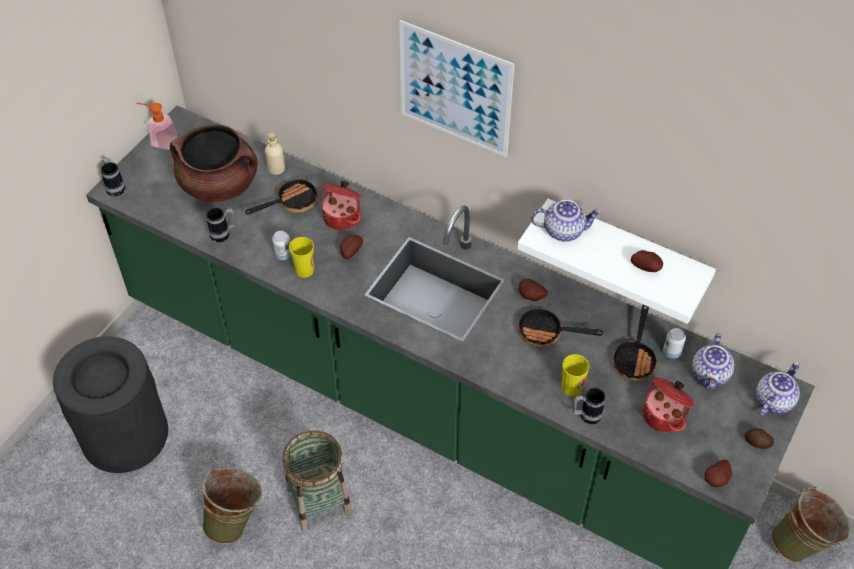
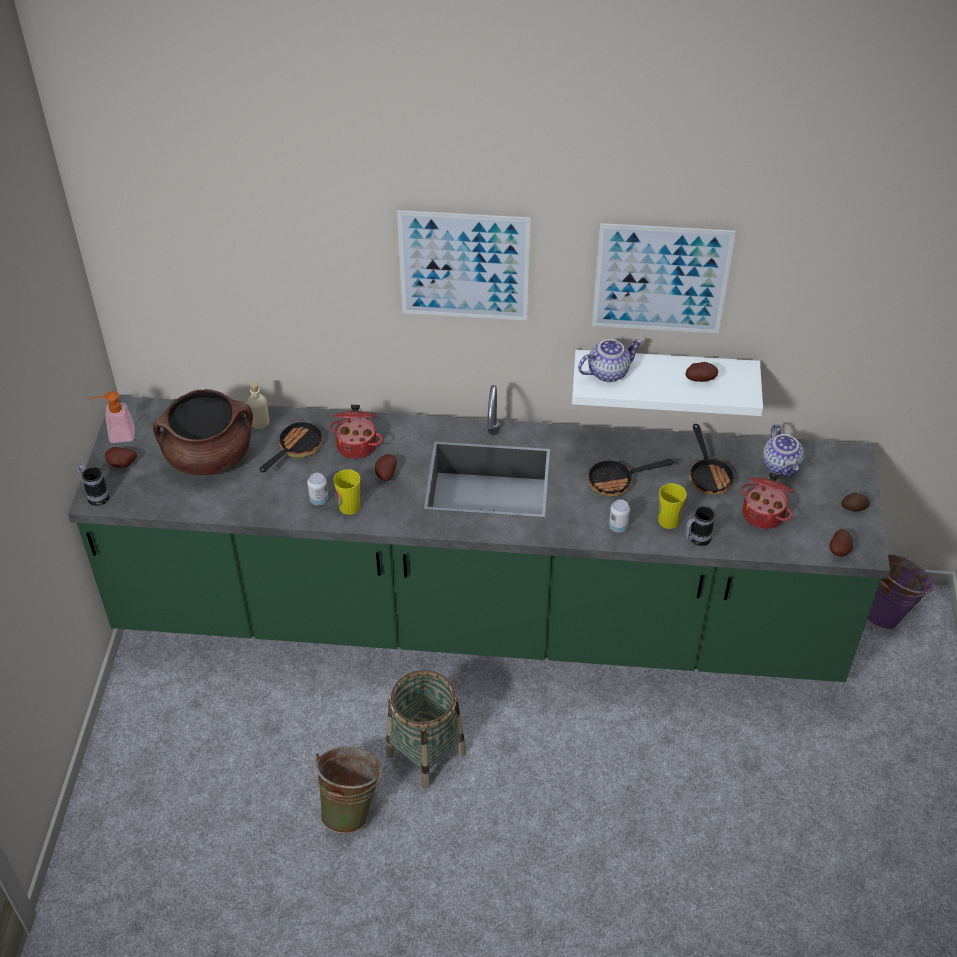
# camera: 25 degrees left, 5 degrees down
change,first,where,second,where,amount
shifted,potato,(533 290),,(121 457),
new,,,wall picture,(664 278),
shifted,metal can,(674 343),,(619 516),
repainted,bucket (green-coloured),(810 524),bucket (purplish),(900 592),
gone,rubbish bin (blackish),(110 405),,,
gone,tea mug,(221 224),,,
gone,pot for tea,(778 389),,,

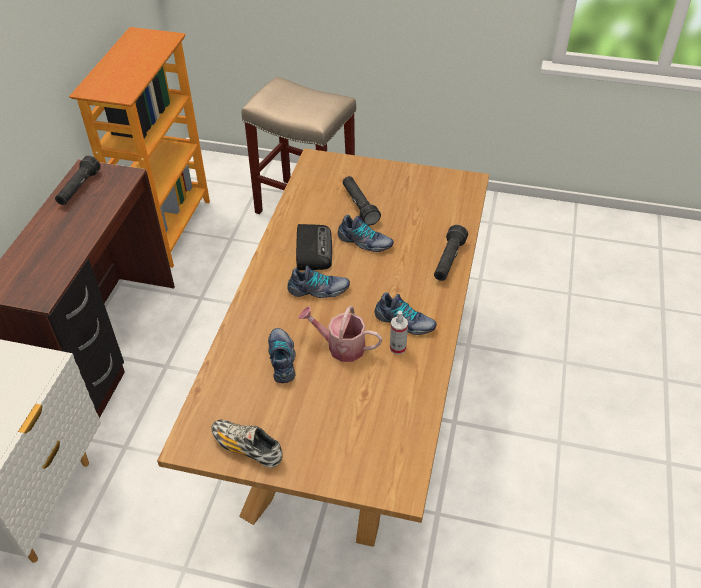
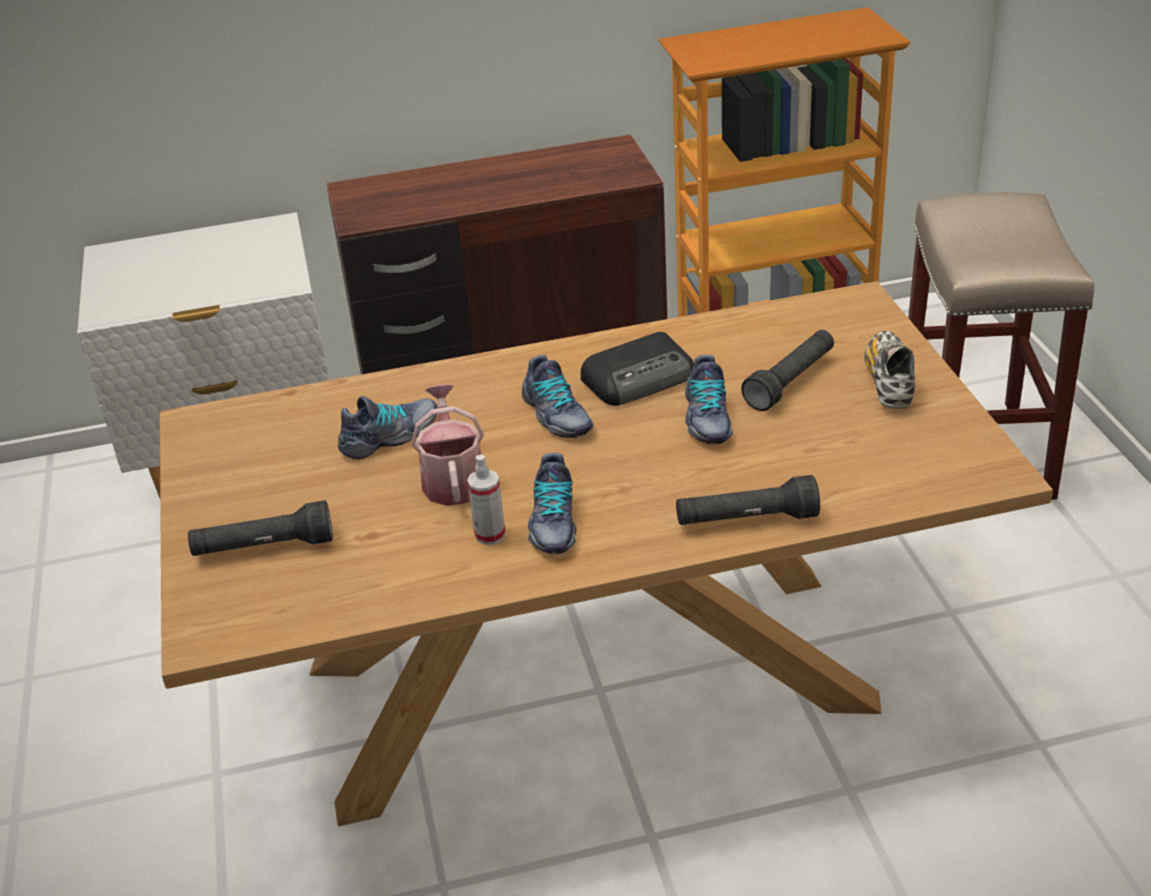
# camera: 65 degrees right, 10 degrees down
change,first,where,second,where,amount
shifted,flashlight (blackish),(78 180),,(260 528),
shifted,shoe,(247 444),,(890 370),

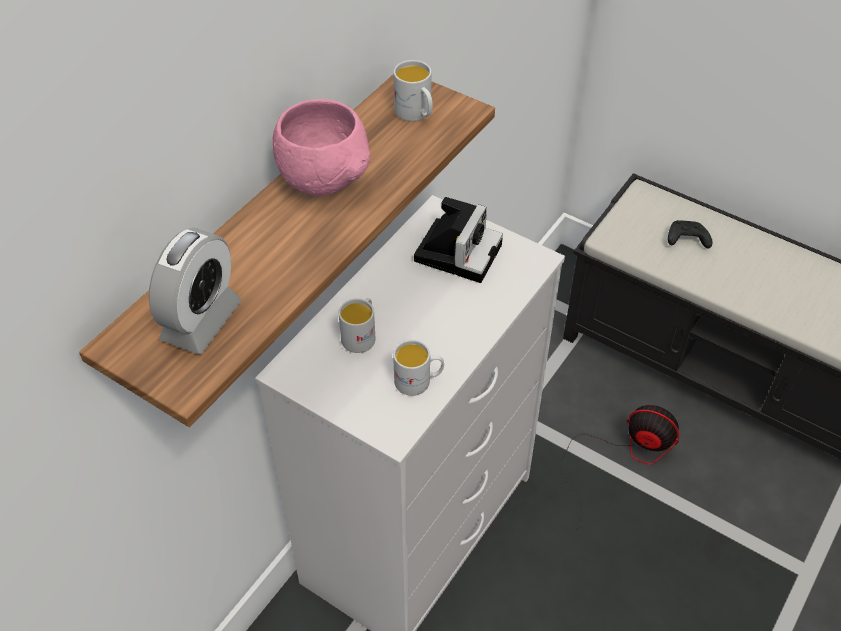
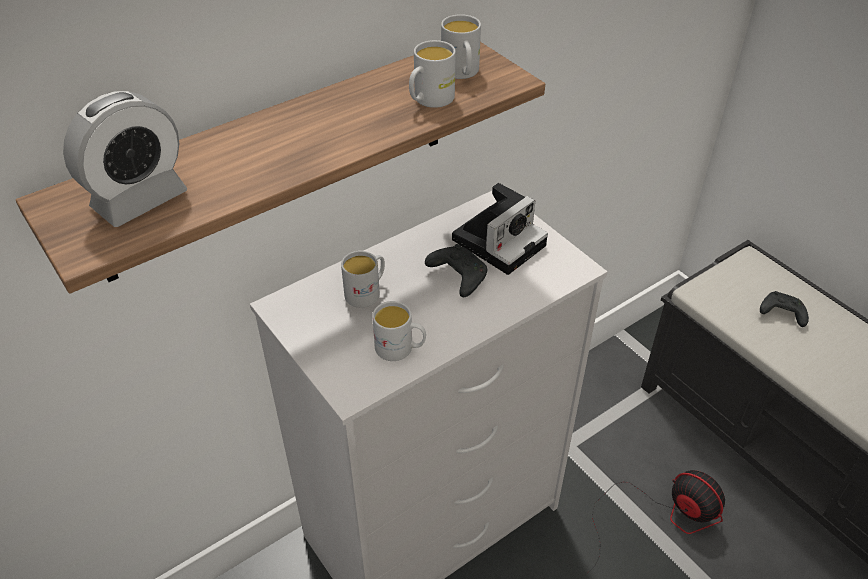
# camera: 20 degrees right, 5 degrees down
change,first,where,second,where,amount
new,,,tea mug (white),(432 74),
new,,,joypad (blackish),(456 270),
gone,deep dish (pink),(321 147),,,

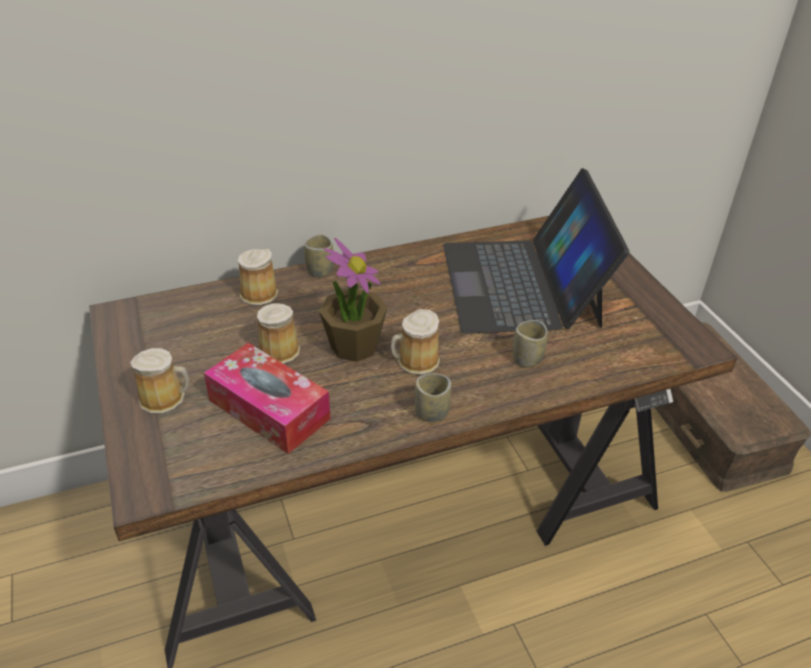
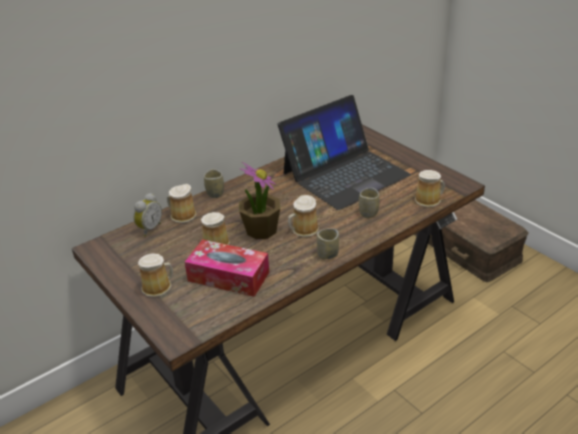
# camera: 15 degrees left, 5 degrees down
change,first,where,second,where,amount
new,,,alarm clock,(147 215),
rotated,laptop,(536 250),,(344 152),105 degrees counterclockwise
new,,,tea mug,(430 188),

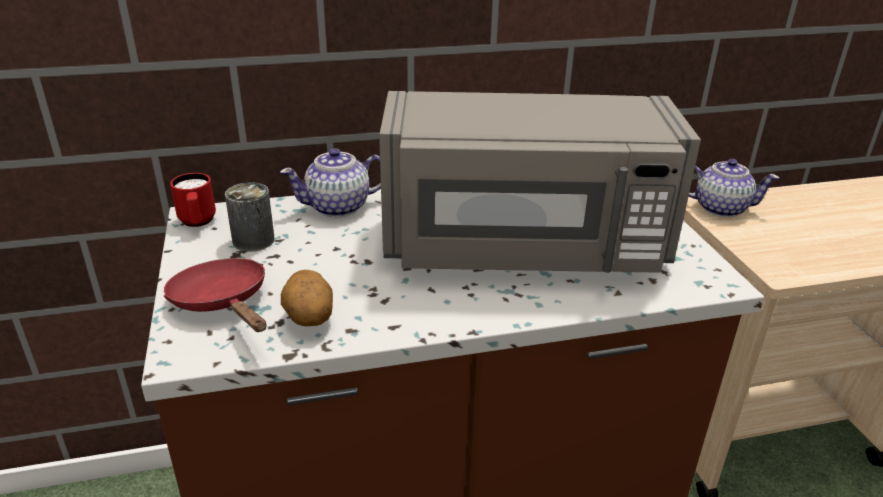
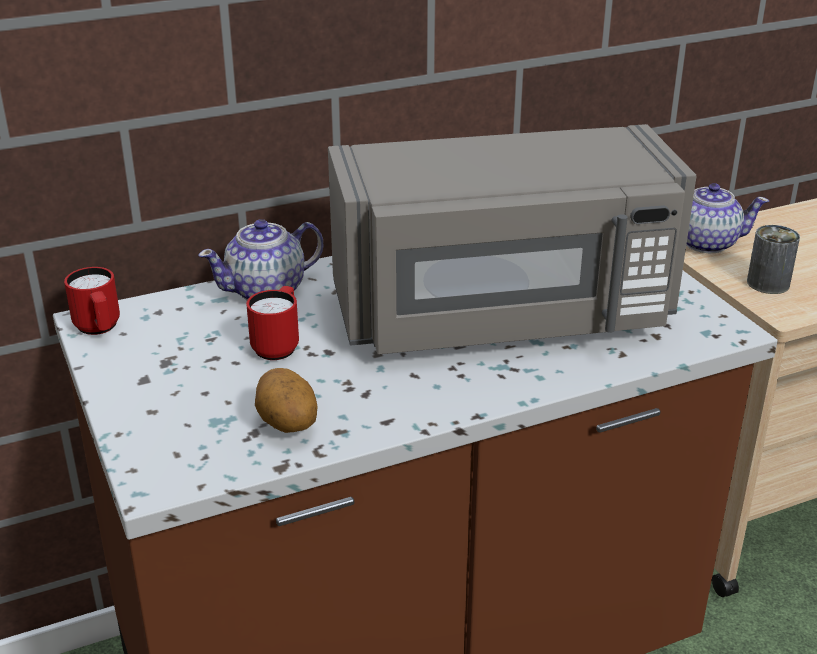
# camera: 10 degrees left, 0 degrees up
change,first,where,second,where,amount
new,,,tea mug (reddish),(272 323),
shifted,metal can,(250 217),,(773 259),
gone,frying pan (reddish),(215 295),,,

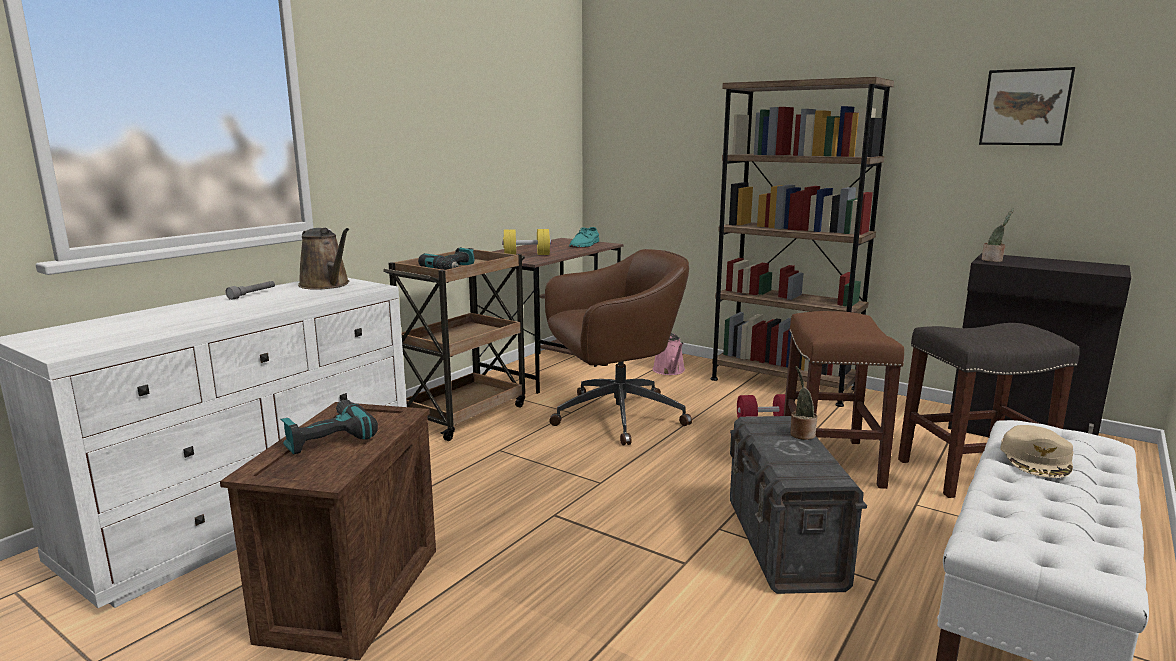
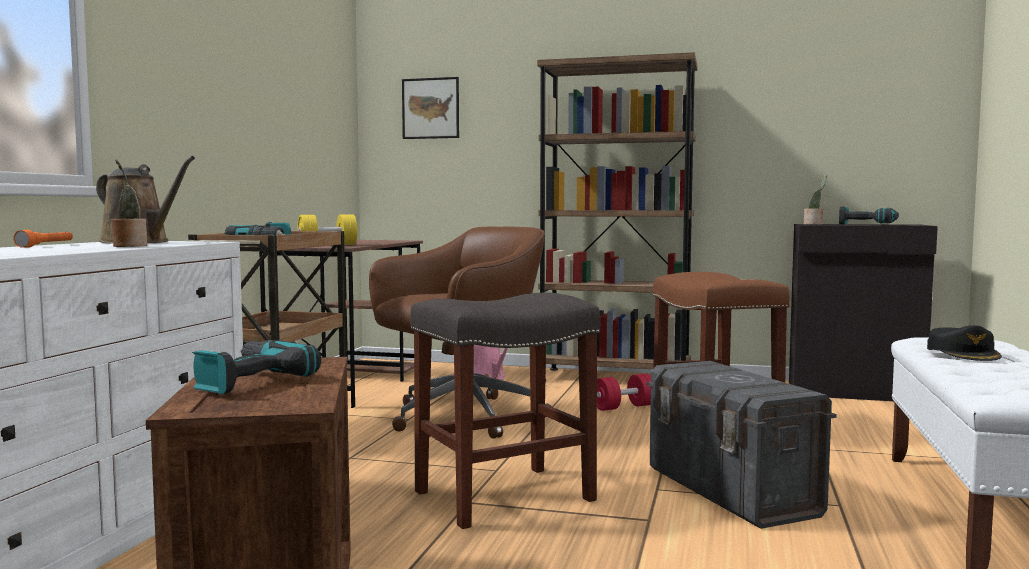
# camera: 20 degrees left, 10 degrees down
change,first,where,second,where,amount
repainted,flashlight (gray),(250 290),flashlight (orange-coloured),(43 239),
shifted,houseplant,(803 403),,(129 203),
shifted,wall picture,(1027 106),,(430 108),
shifted,stool seat (gray),(989 410),,(505 411),
new,,,electric drill,(869 215),
repainted,peaked cap (beige-coloured),(1036 451),peaked cap (blackish),(964 343),
gone,shoe (turquoise-coloured),(584 237),,,

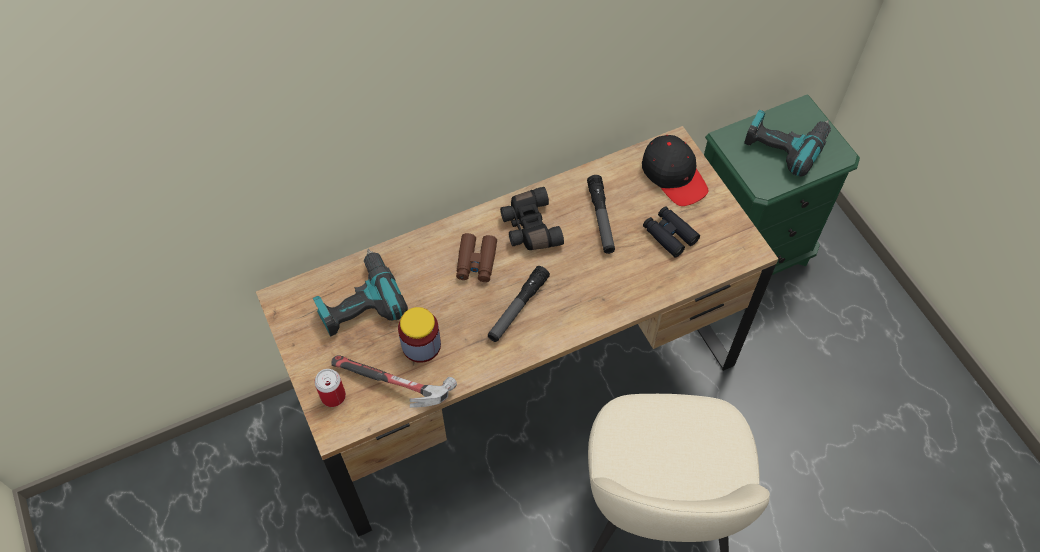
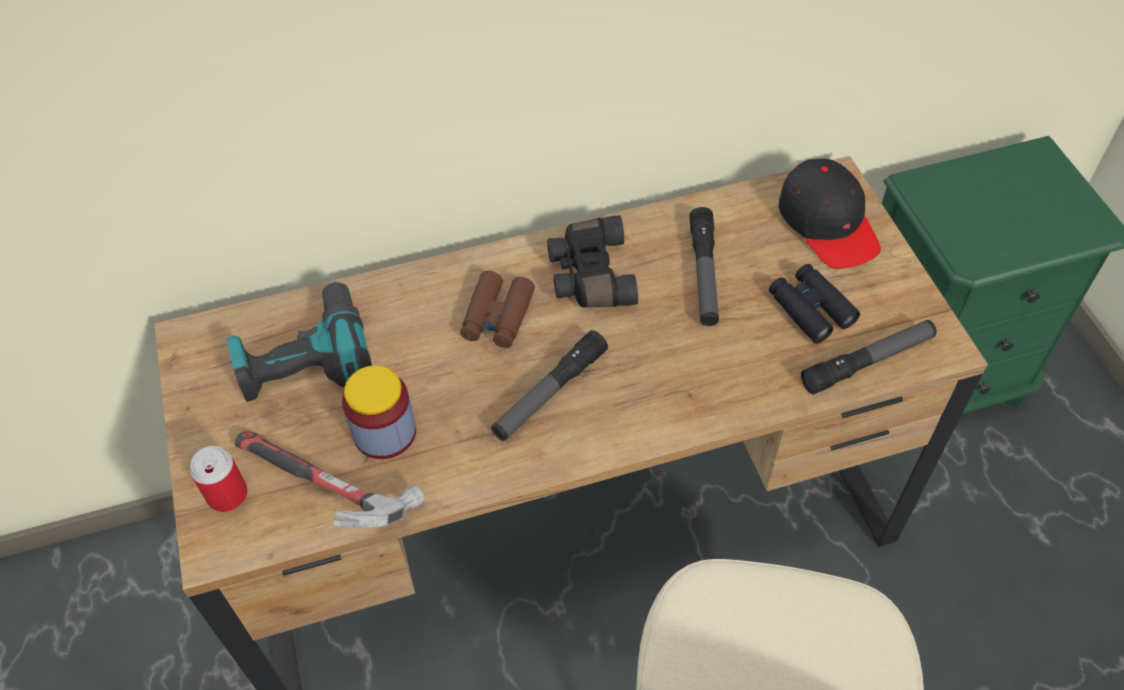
# camera: 10 degrees right, 5 degrees down
change,first,where,second,where,amount
new,,,flashlight,(869 357),
gone,electric drill,(787 143),,,

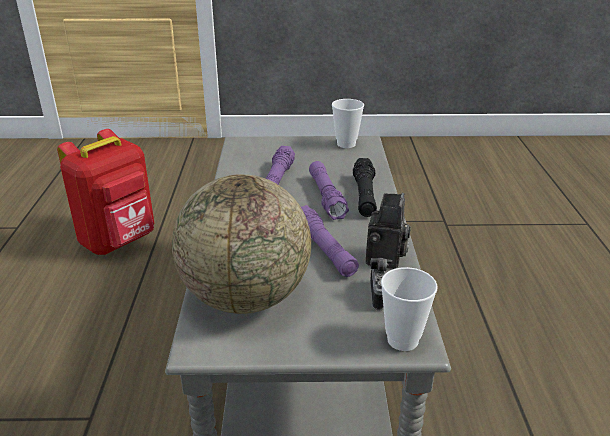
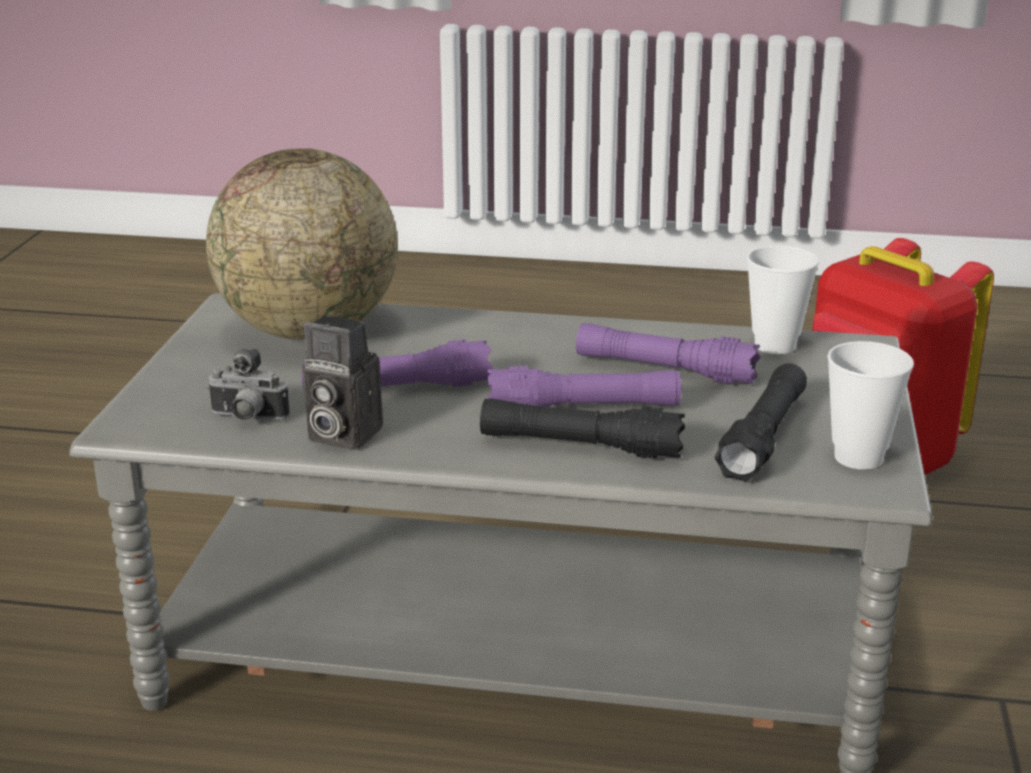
# camera: 100 degrees right, 5 degrees down
change,first,where,second,where,amount
new,,,flashlight (blackish),(761 422),
shifted,drinking cup,(409 309),,(783 299),

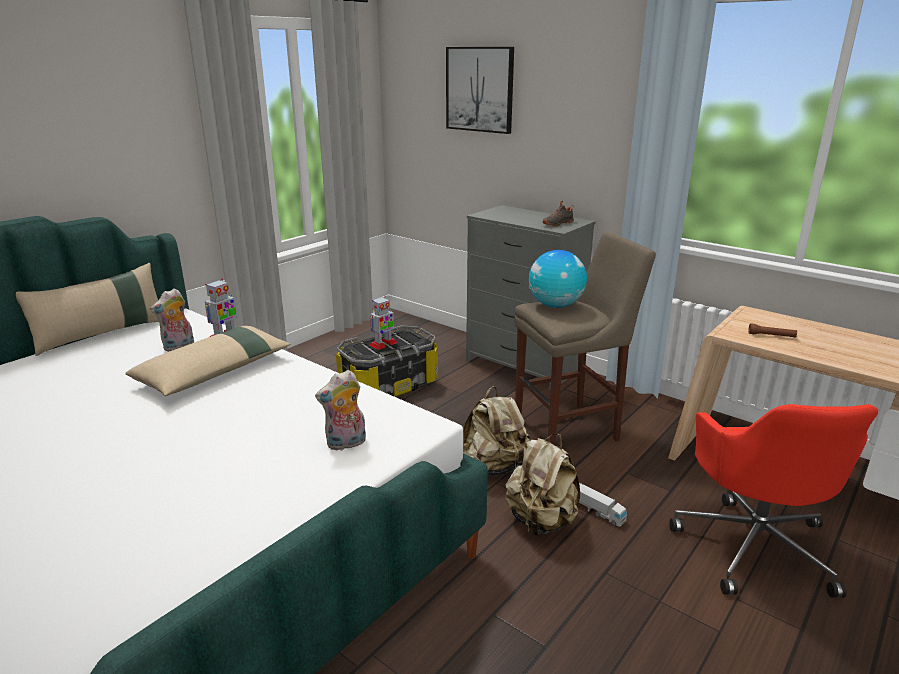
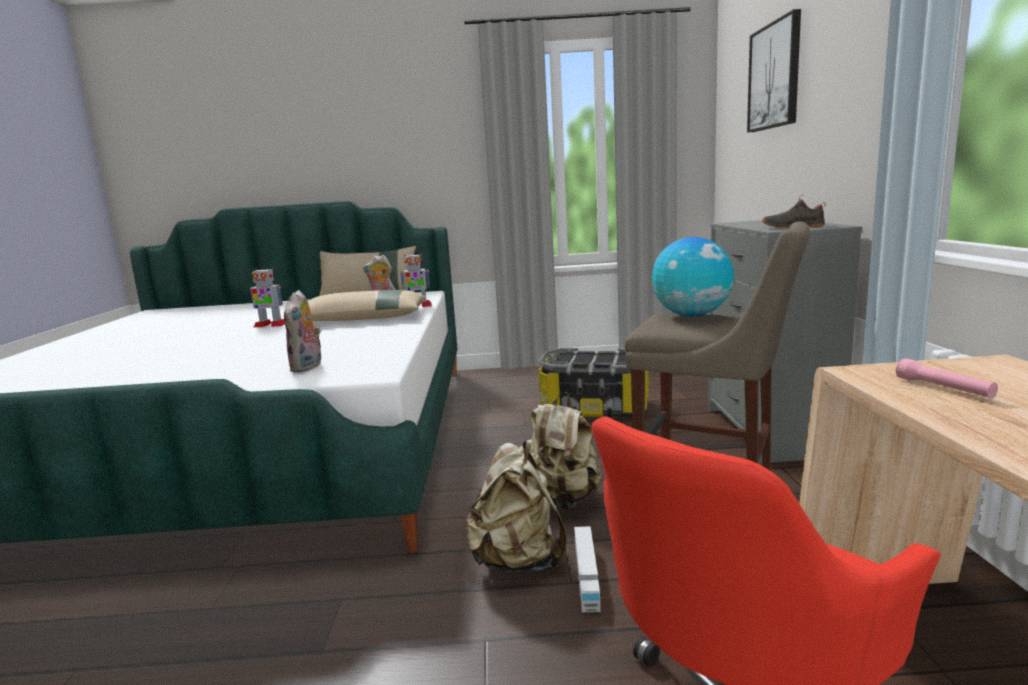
# camera: 50 degrees right, 10 degrees down
change,first,where,second,where,amount
shifted,robot figure,(383 323),,(267 297),
rotated,soft toy,(340 410),,(302 331),105 degrees counterclockwise
repainted,flashlight (brownish),(772 330),flashlight (pink),(947 378),

